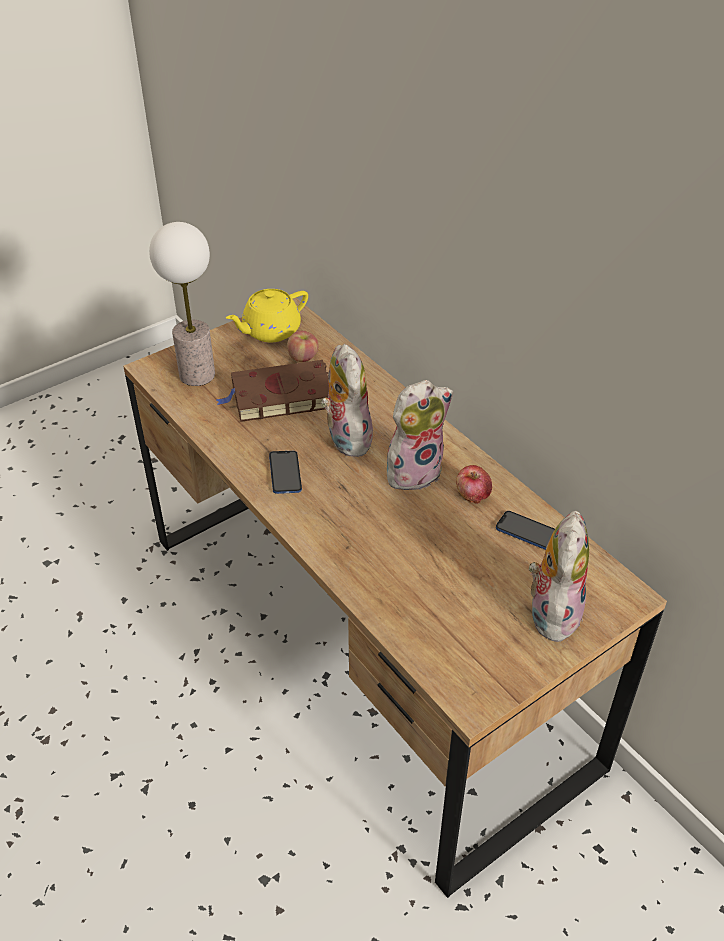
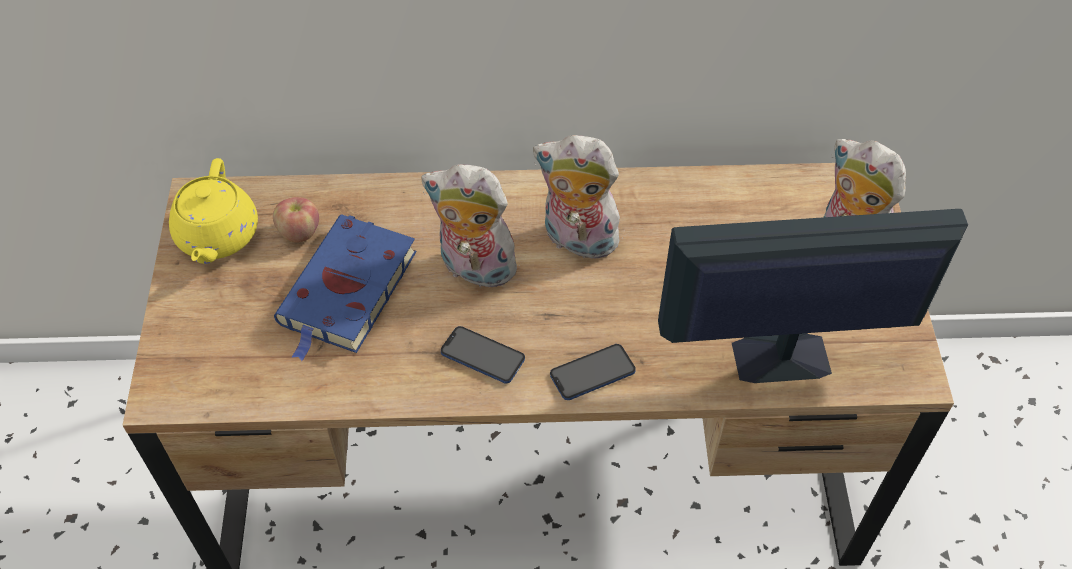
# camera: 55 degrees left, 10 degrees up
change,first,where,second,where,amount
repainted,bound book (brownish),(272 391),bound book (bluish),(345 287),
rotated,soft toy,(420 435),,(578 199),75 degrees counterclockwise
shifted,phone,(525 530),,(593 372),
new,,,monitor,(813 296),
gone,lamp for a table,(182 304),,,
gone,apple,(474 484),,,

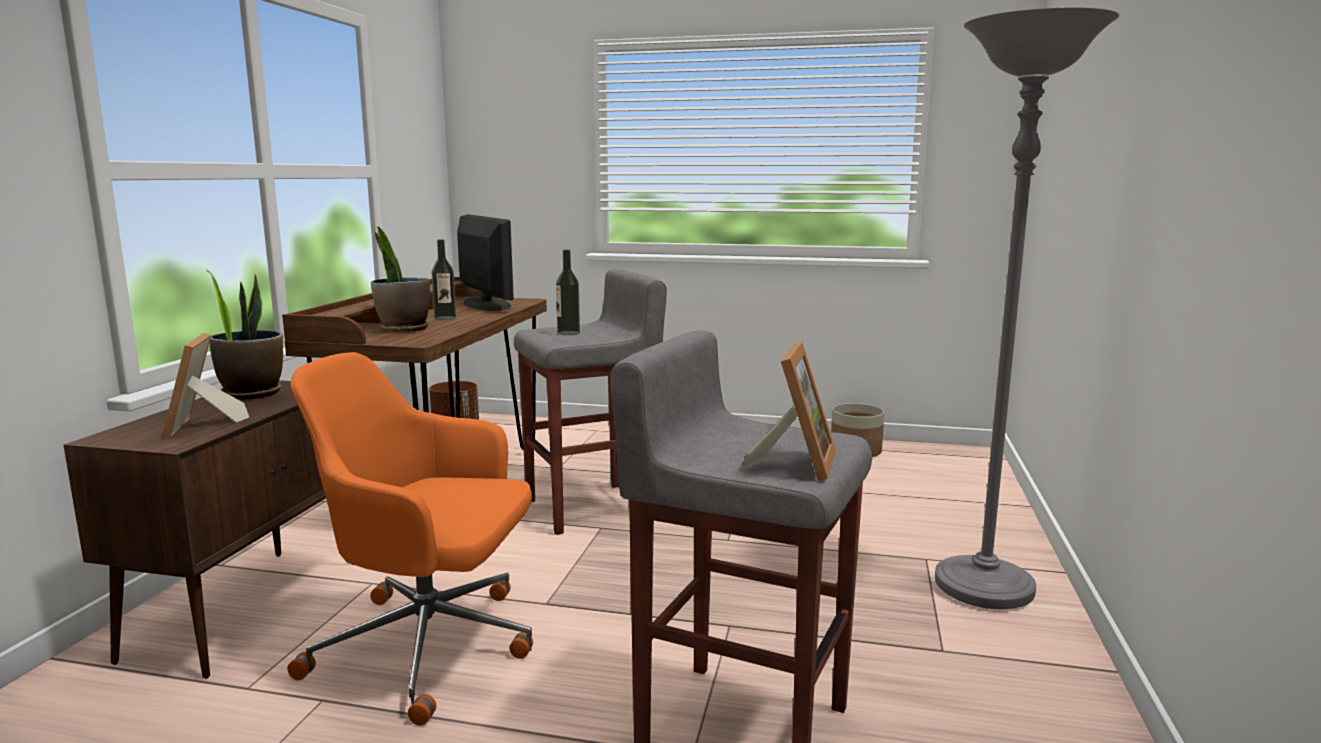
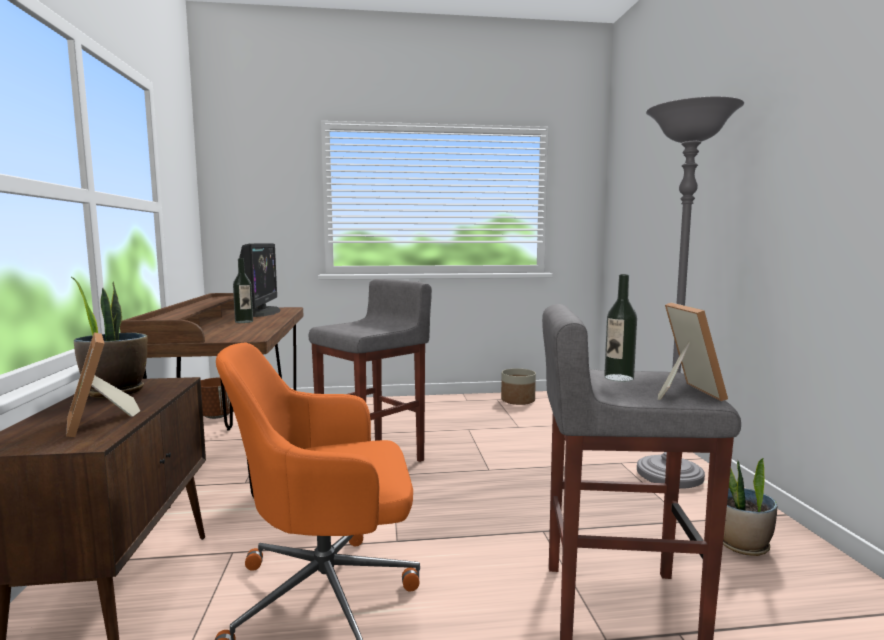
# camera: 20 degrees left, 5 degrees down
change,first,where,second,where,amount
rotated,monitor,(485 262),,(260 280),45 degrees clockwise
shifted,drink bottle,(568 292),,(620 328),
shifted,houseplant,(400 279),,(750 507),

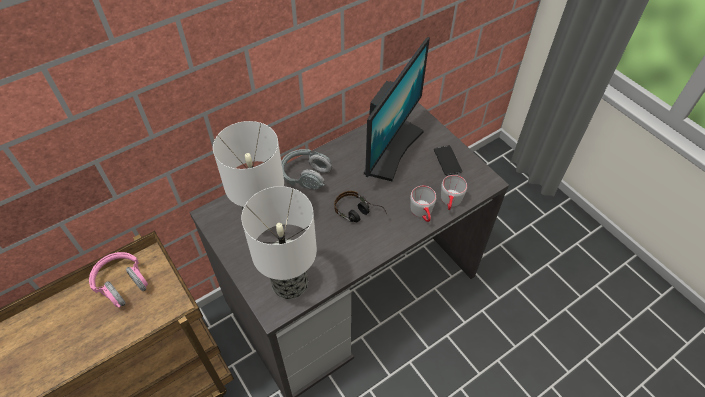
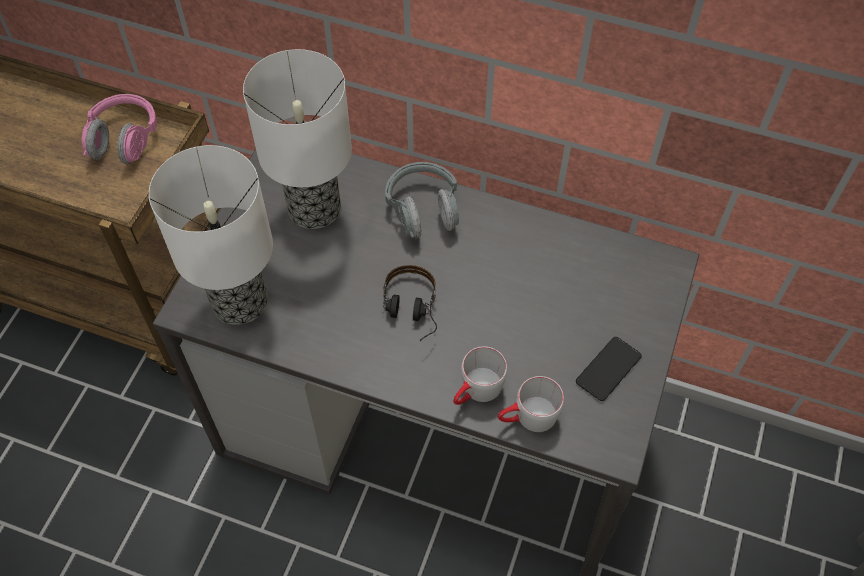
# camera: 55 degrees right, 5 degrees up
change,first,where,second,where,amount
gone,monitor,(397 109),,,

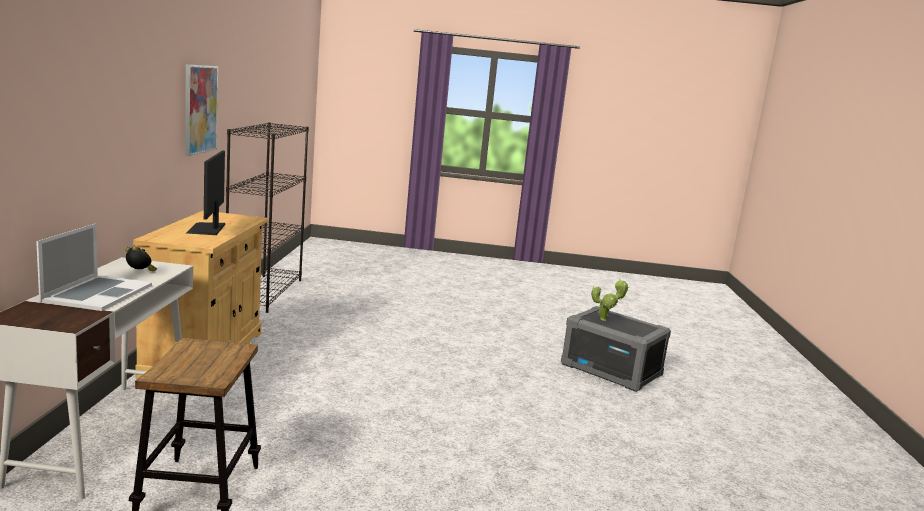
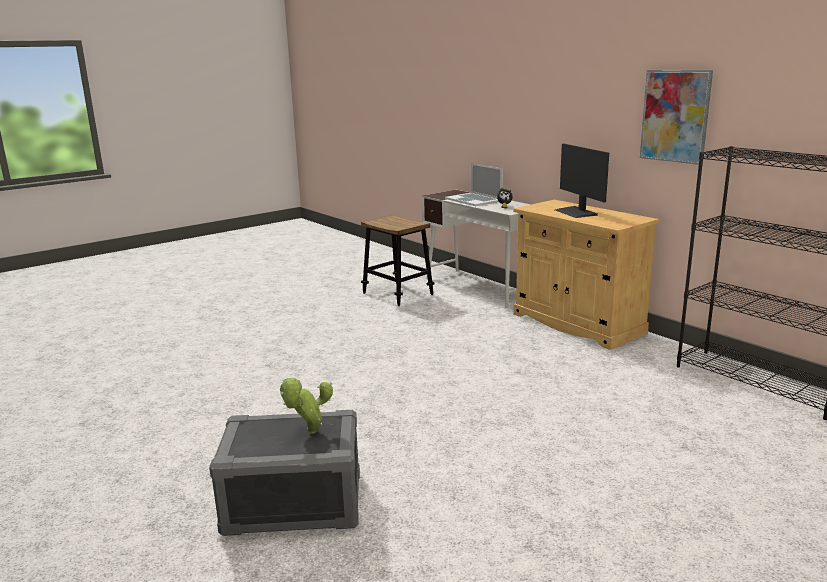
# camera: 140 degrees right, 5 degrees up
change,first,where,second,where,amount
rotated,monitor,(205 193),,(582 181),150 degrees counterclockwise

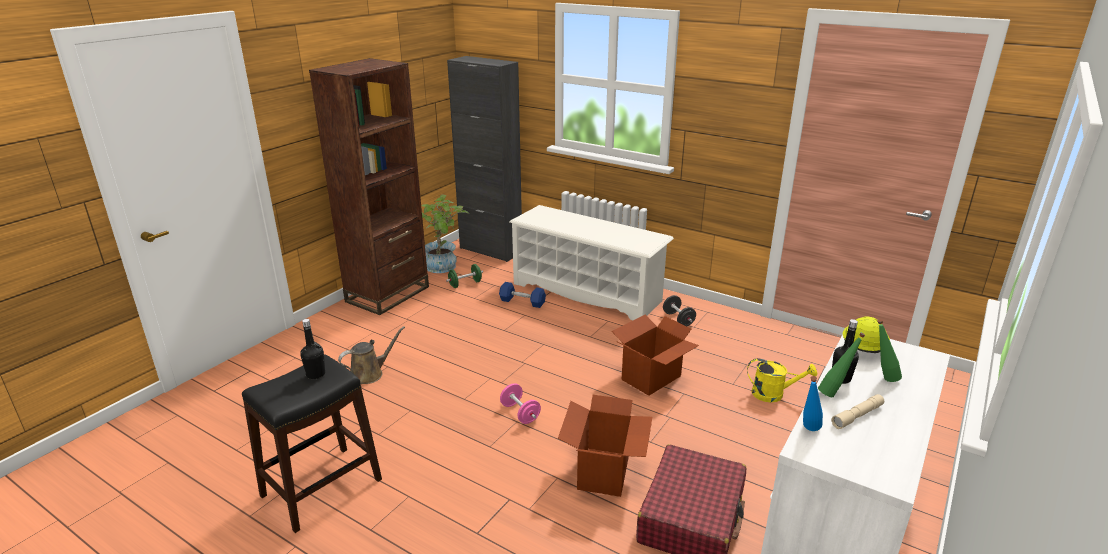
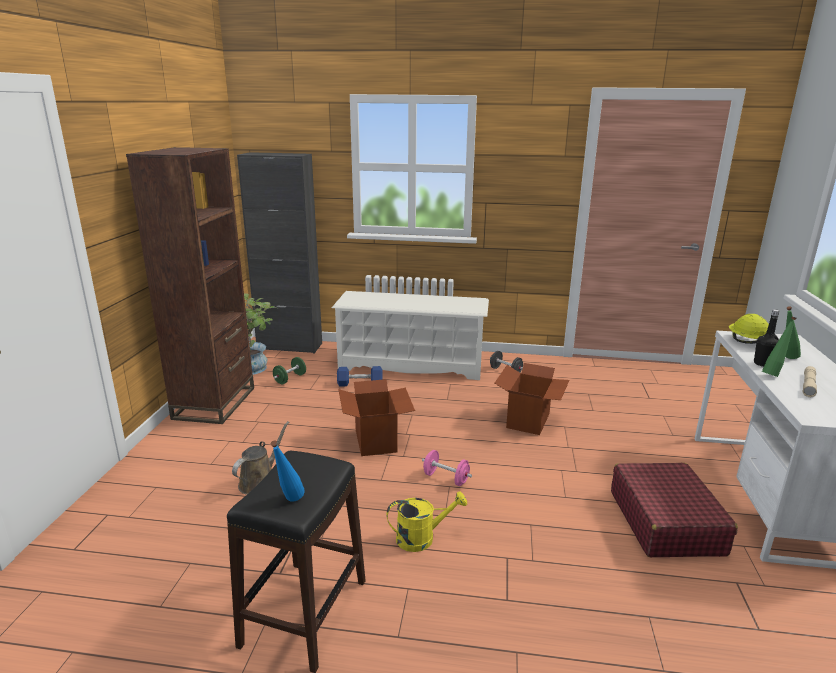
# camera: 25 degrees left, 5 degrees down
change,first,where,second,where,amount
shifted,drink bottle (bluish),(813 403),,(288 471),
shifted,packing box,(605 446),,(376 417),
shifted,sprinkling can (yellowish),(782 380),,(426 521),
gone,drink bottle (blackish),(312 349),,,

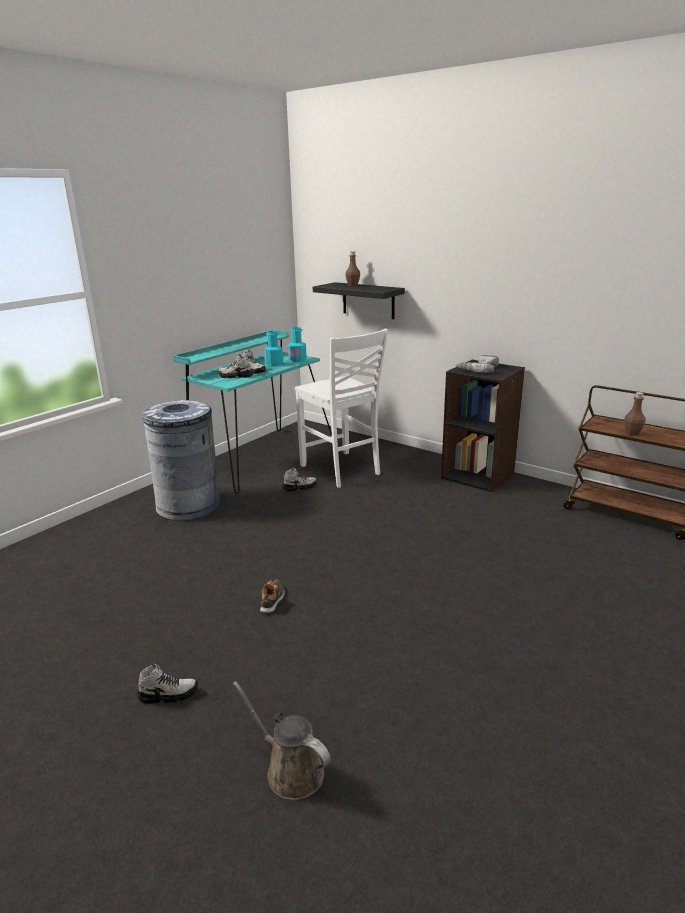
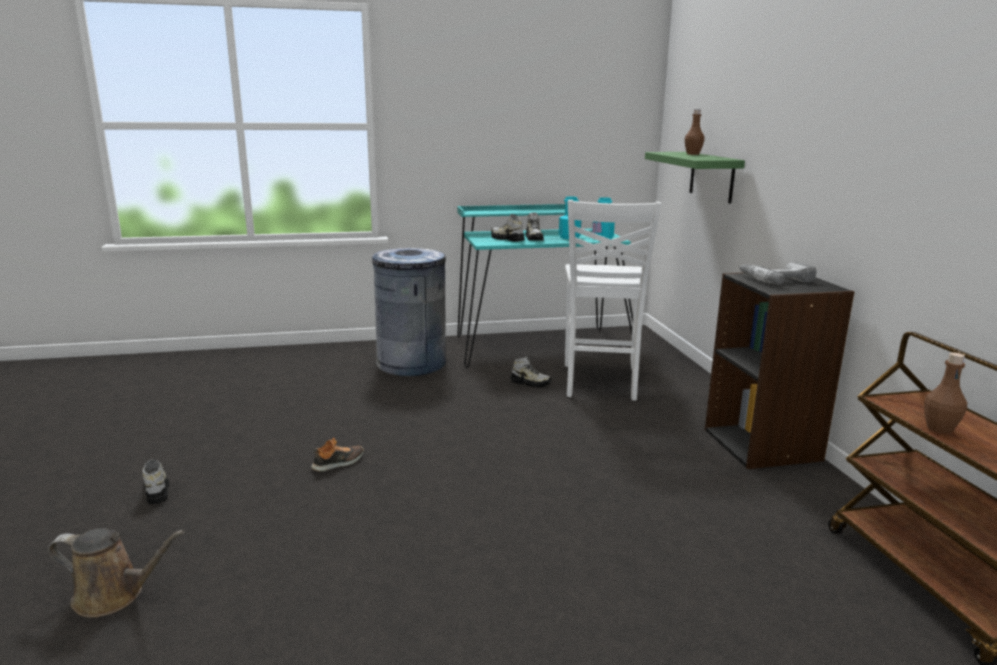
# camera: 40 degrees right, 5 degrees down
change,first,where,second,where,amount
rotated,sprinkling can (brownish),(282 740),,(116 573),105 degrees clockwise
rotated,shoe,(167 684),,(155 481),150 degrees counterclockwise
repainted,wall shelf (blackish),(359 300),wall shelf (green-coloured),(695 178),

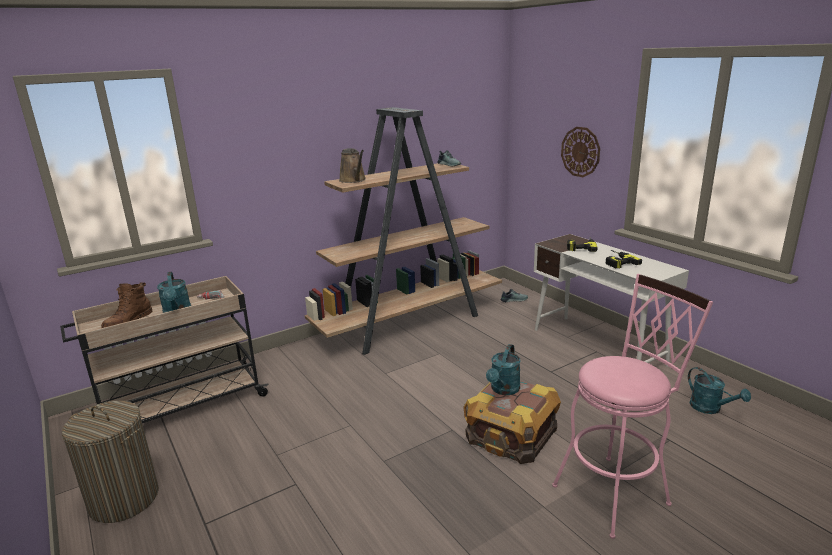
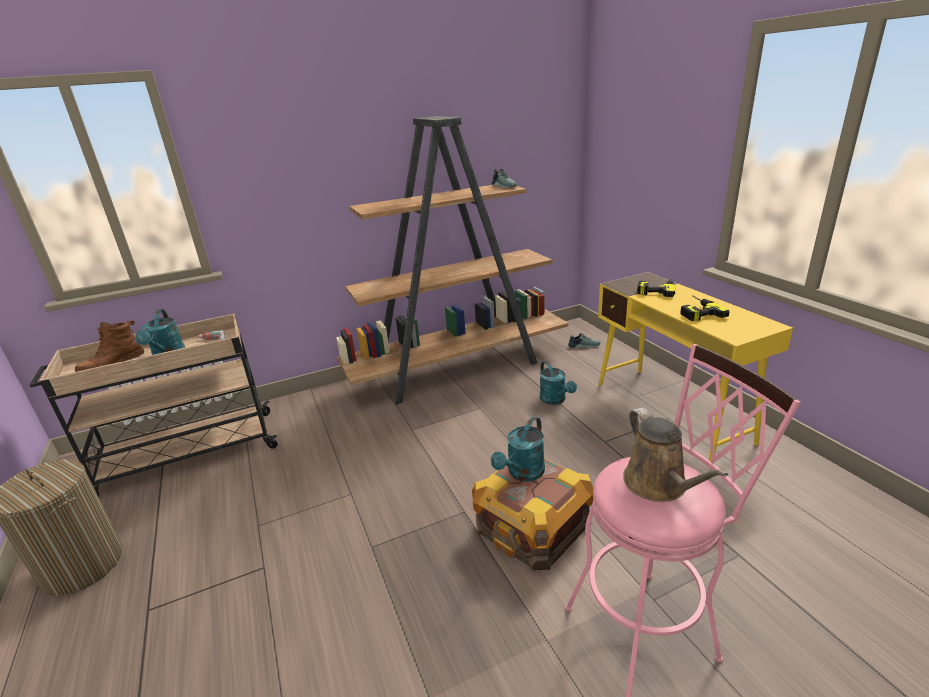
# camera: 10 degrees right, 5 degrees up
change,first,where,second,where,amount
shifted,sprinkling can (turquoise-coloured),(719 390),,(558 383),
repainted,desk unit (white),(611 300),desk unit (yellowish),(695 367),
shifted,sprinkling can (brownish),(352 165),,(676 455),
gone,clock on the wall,(580 152),,,

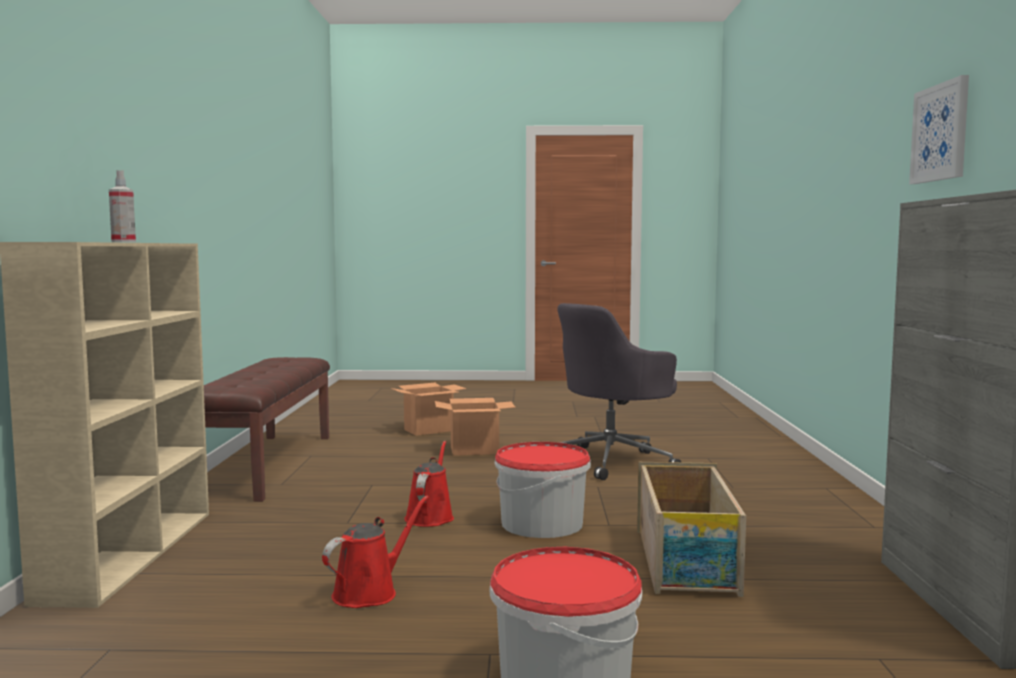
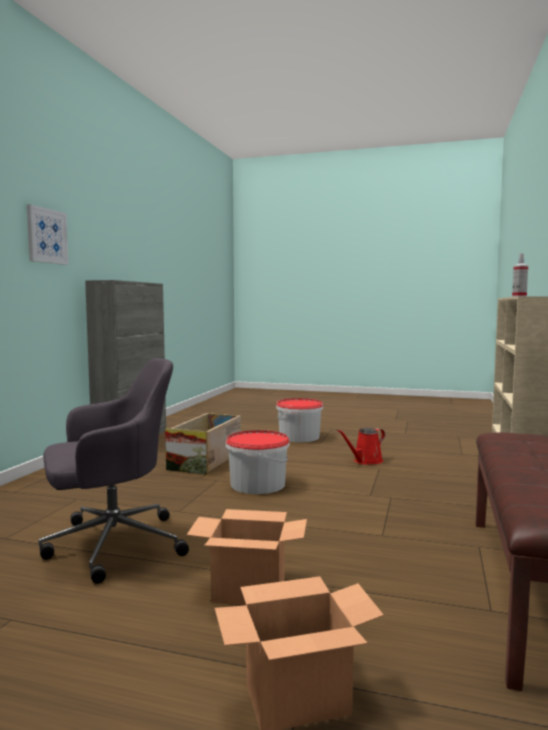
# camera: 165 degrees left, 0 degrees up
change,first,where,second,where,amount
gone,sprinkling can (reddish),(429 484),,,

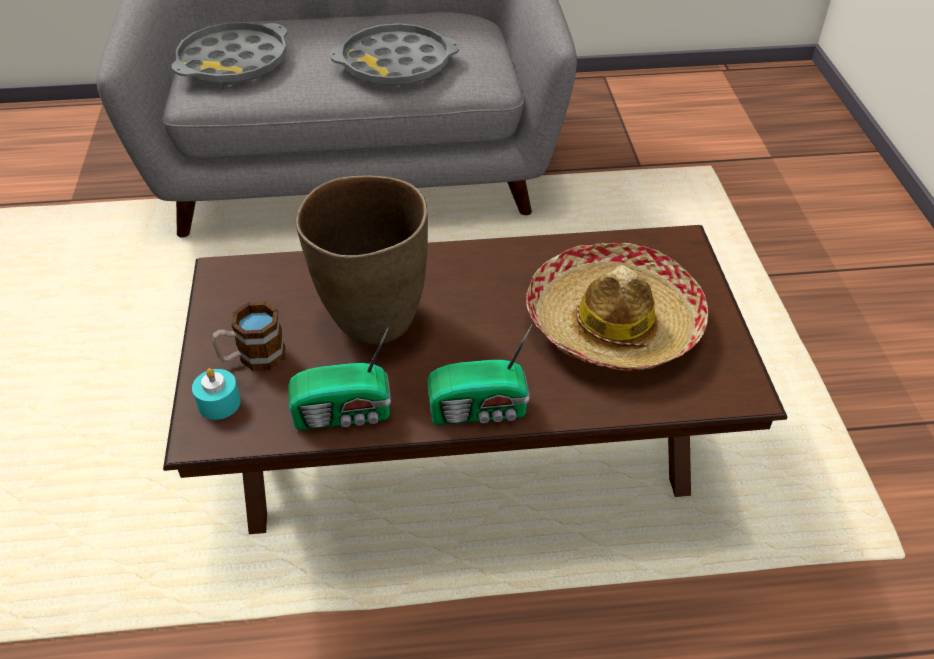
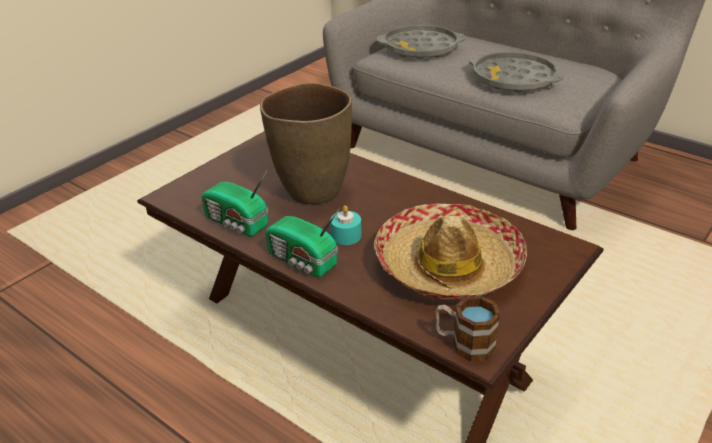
# camera: 45 degrees right, 10 degrees down
change,first,where,second,where,amount
shifted,wax candle (turquoise-coloured),(216 394),,(346 225),
shifted,tea mug,(249 336),,(467 328),

